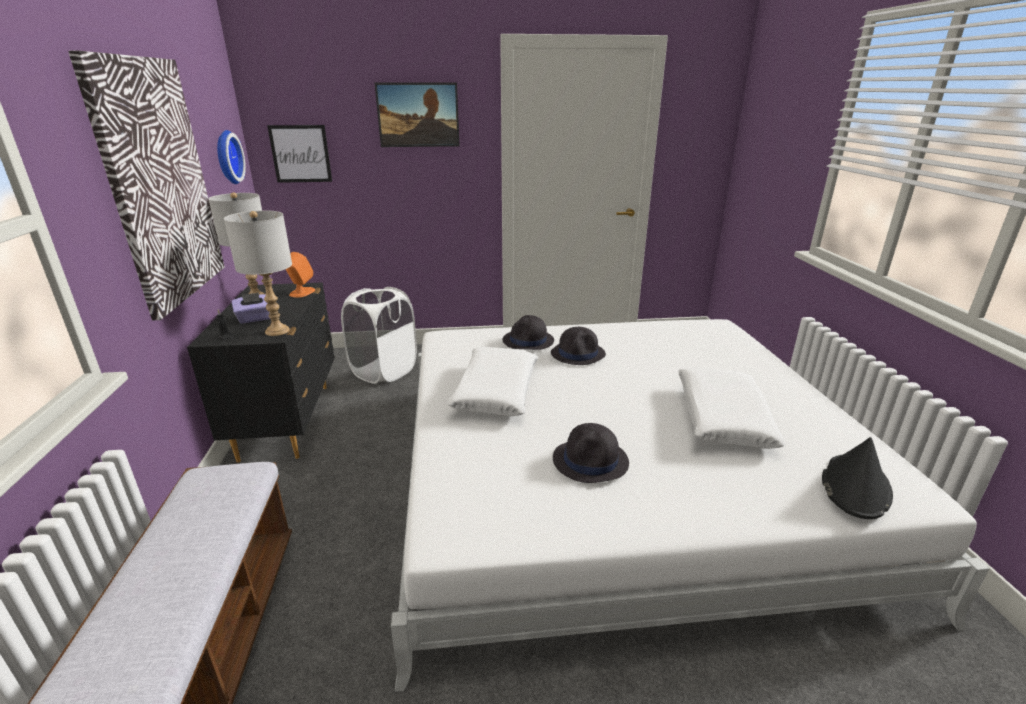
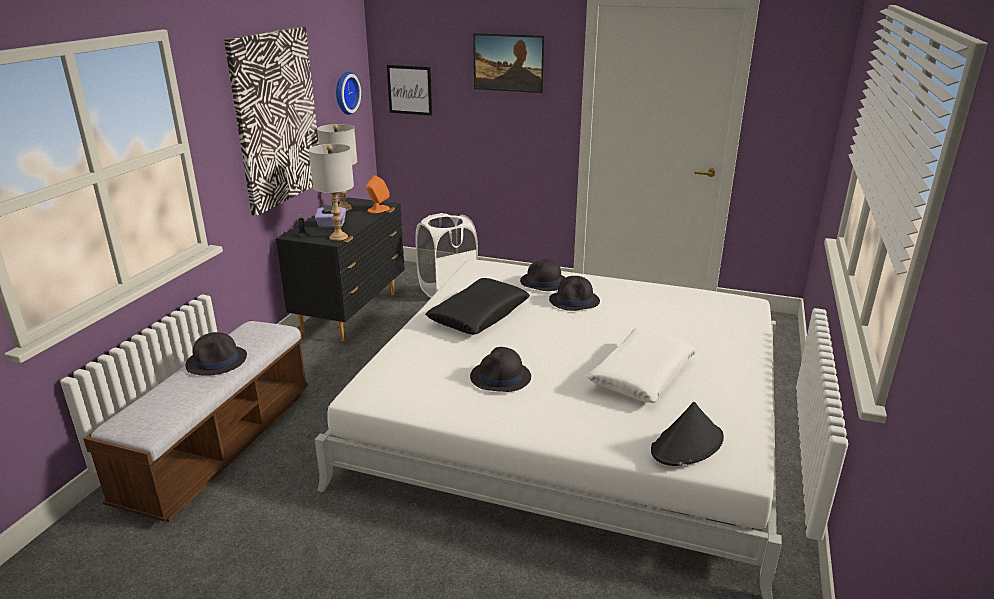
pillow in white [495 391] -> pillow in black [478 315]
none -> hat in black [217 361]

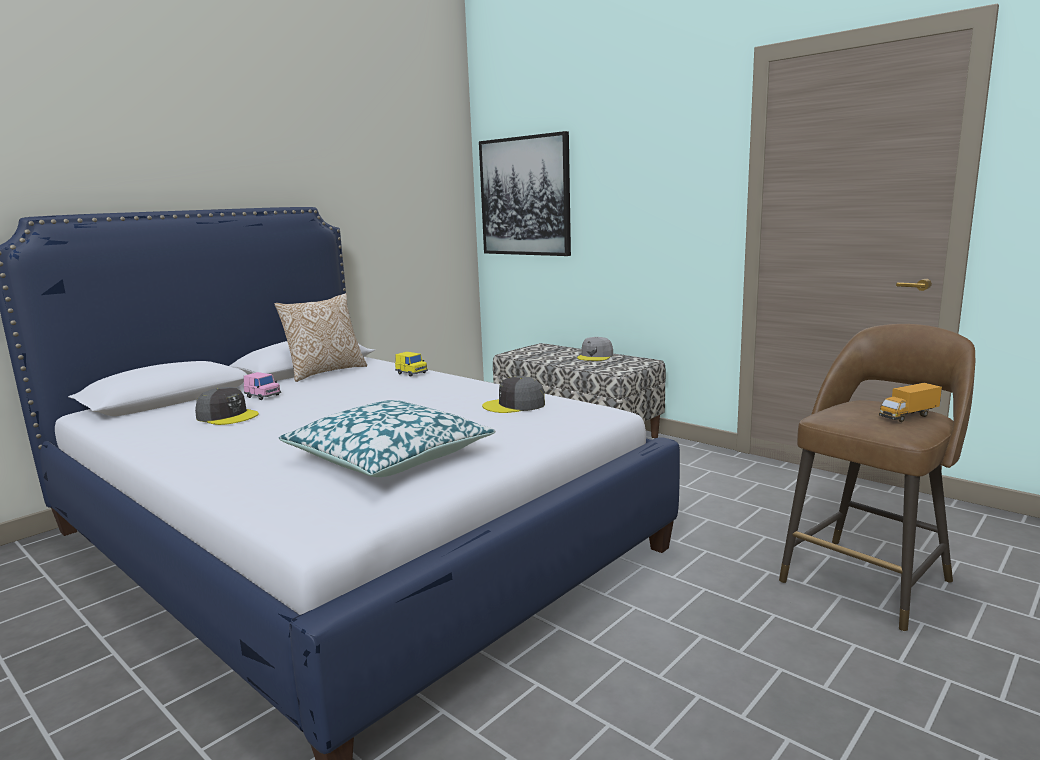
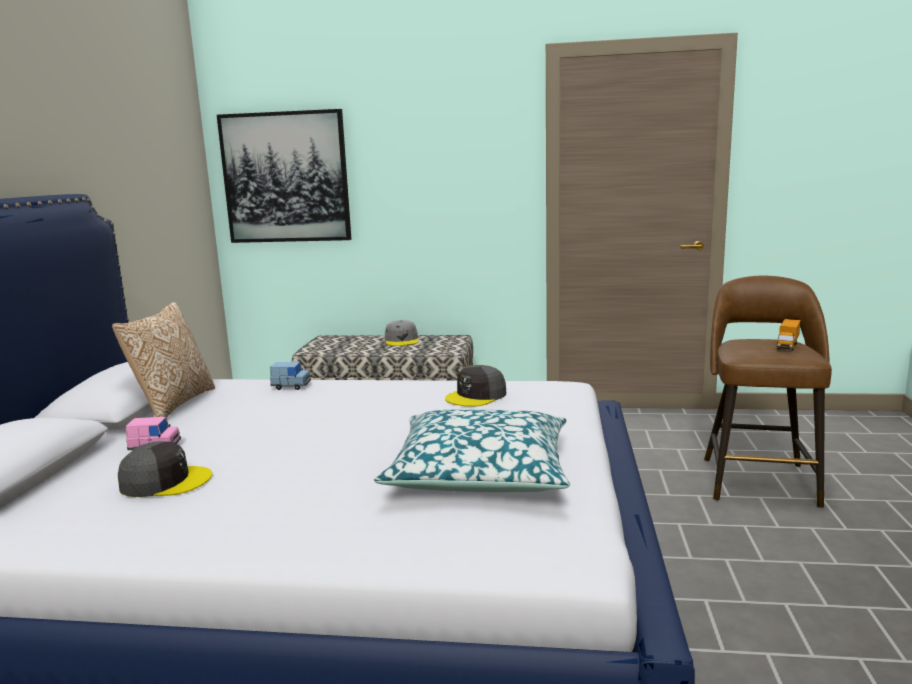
toy car in yellow [411 373] -> toy car in blue [291 386]

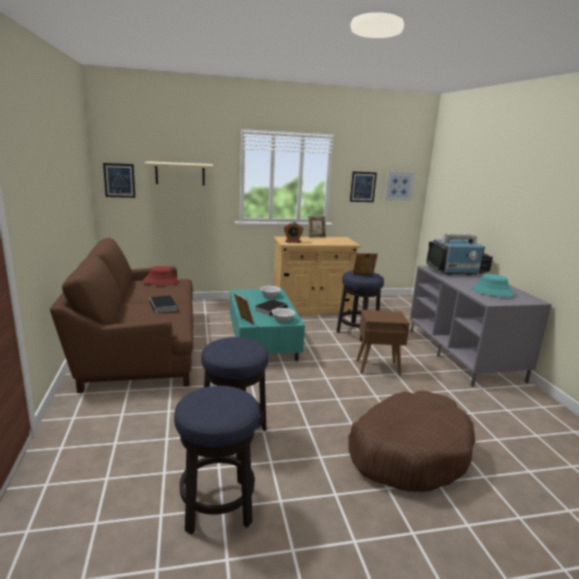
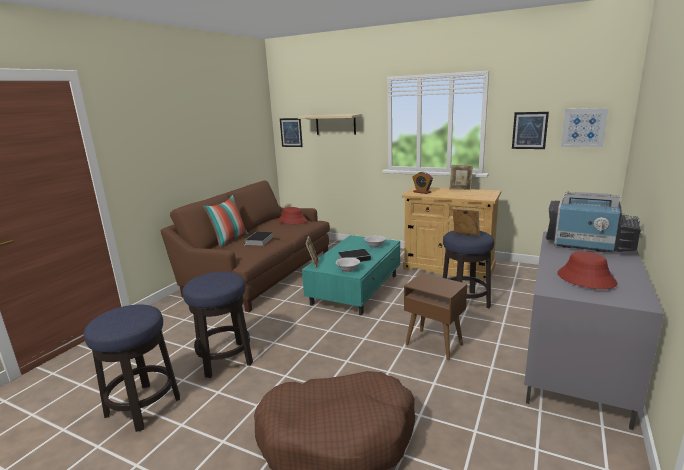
hat in turquoise [492 292] -> hat in red [585 279]
none -> pillow [229 240]

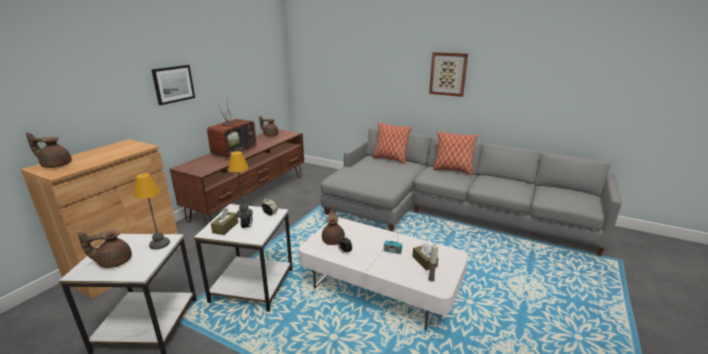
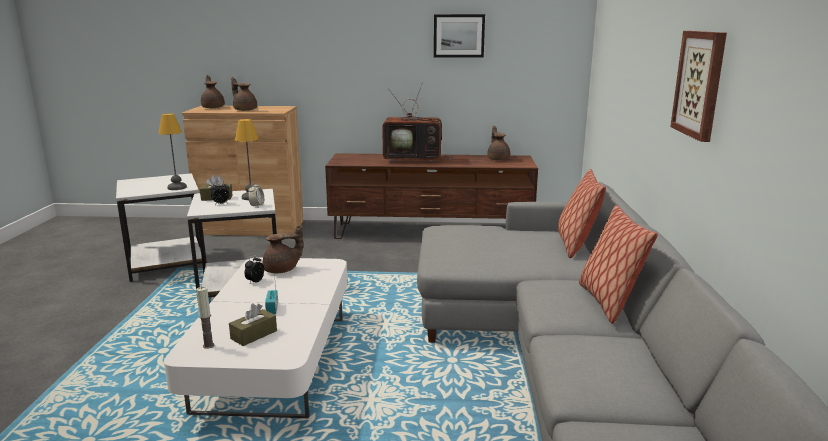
picture [173 84] -> picture [459 36], relocated
teapot in brown [113 262] -> teapot in brown [245 110], relocated

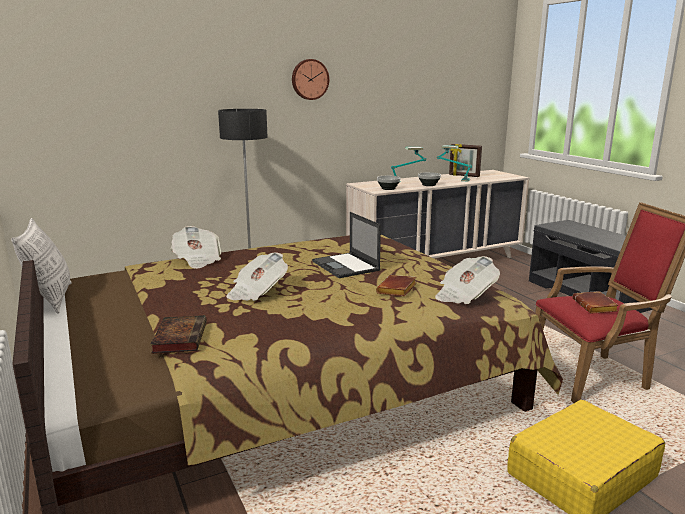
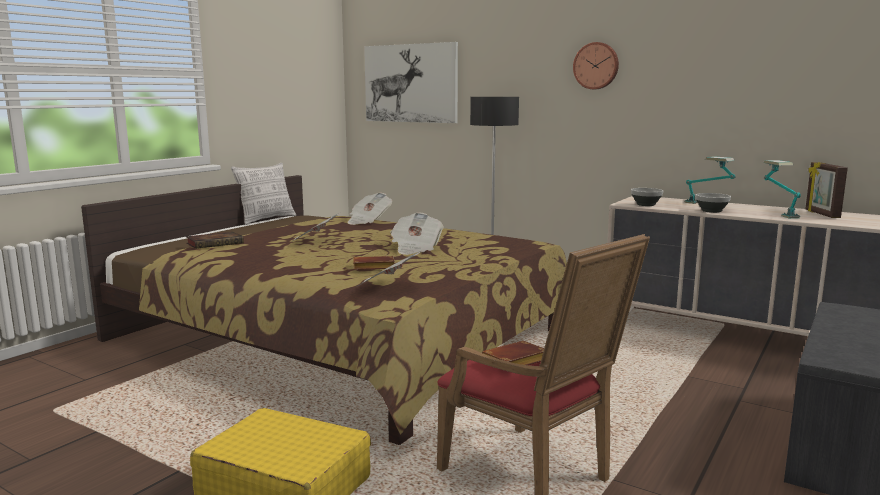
laptop [346 266] -> newspaper [415 248]
none -> picture [410 83]

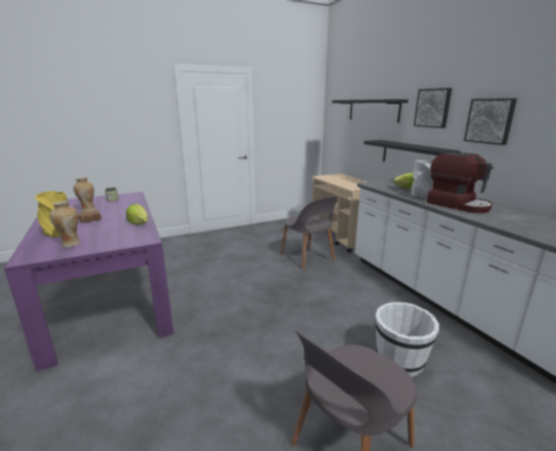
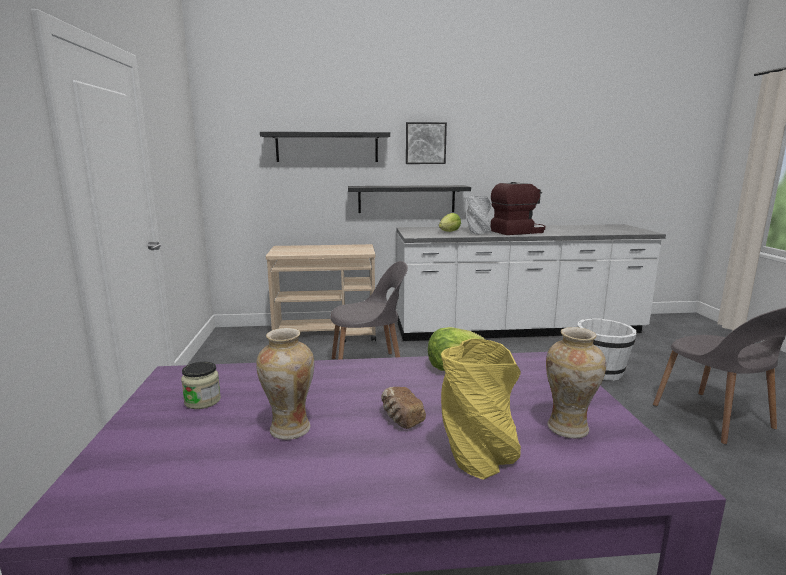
picture [490 121] -> none

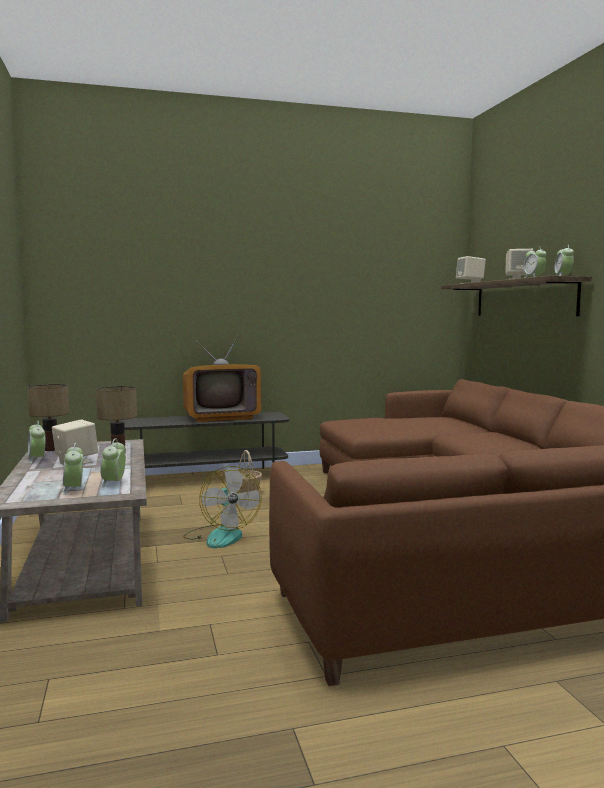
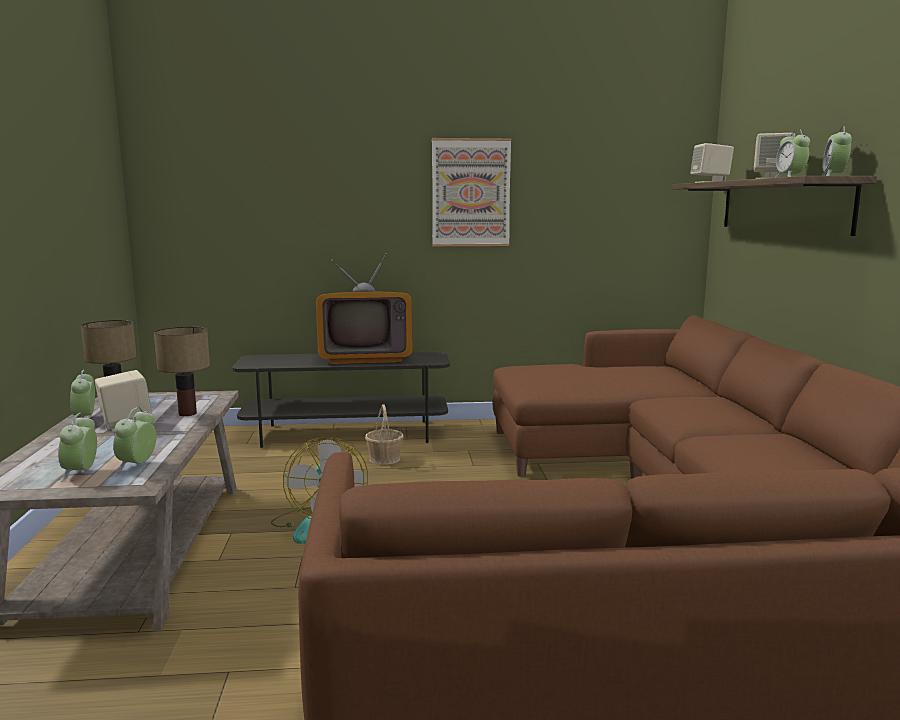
none -> picture [471 193]

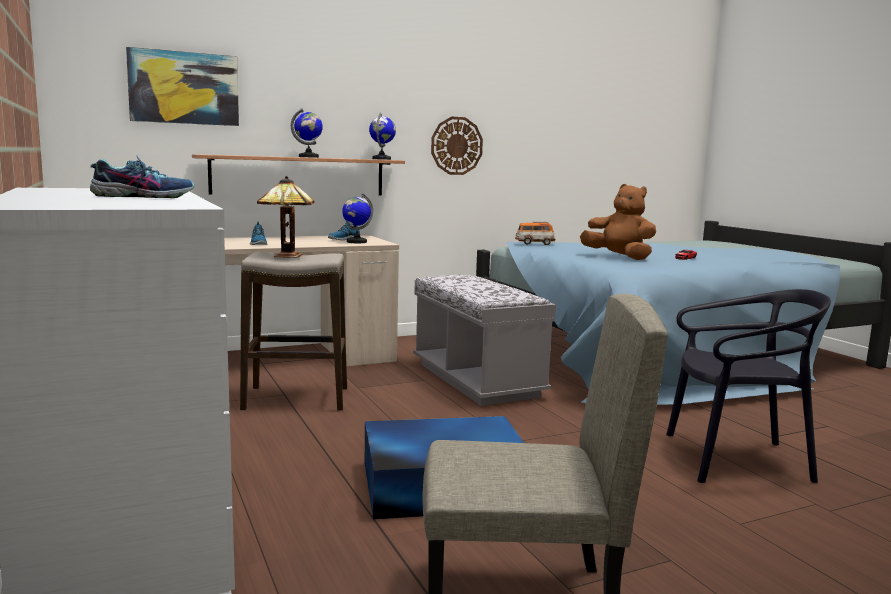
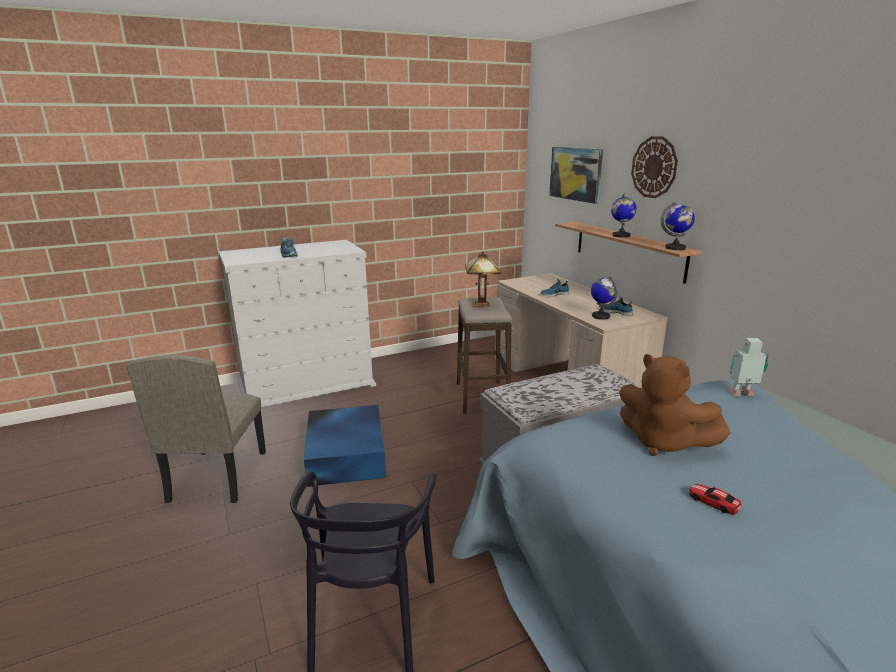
wall clock [456 146] -> wall clock [654 167], relocated
plush toy in brown [619 257] -> plush toy in brown [662 442], 90 degrees clockwise
toy car [534 243] -> toy robot [742 394]

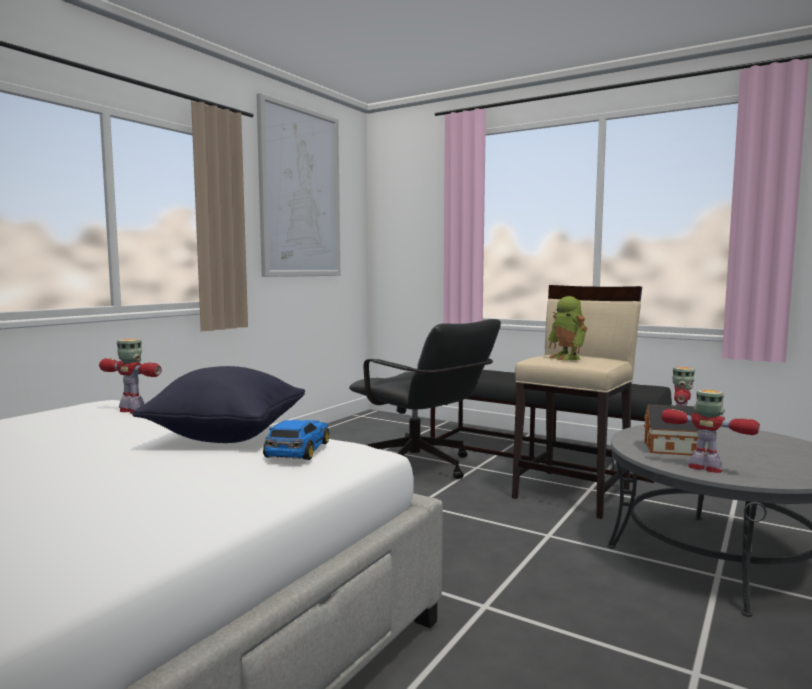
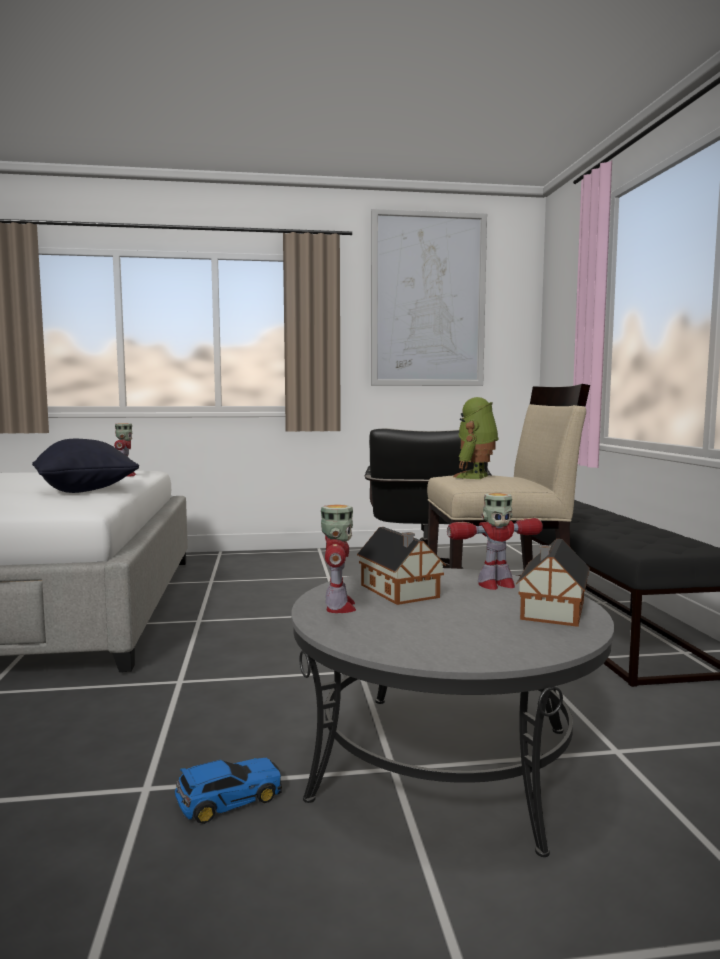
toy car [297 450] -> toy car [227 799], relocated
none -> toy house [551 611]

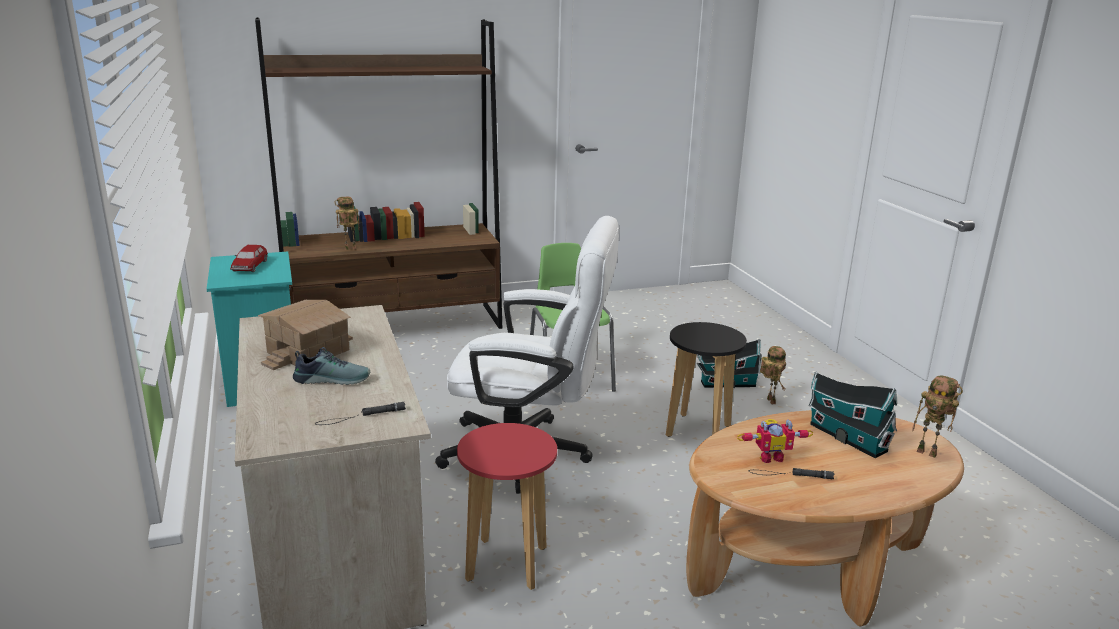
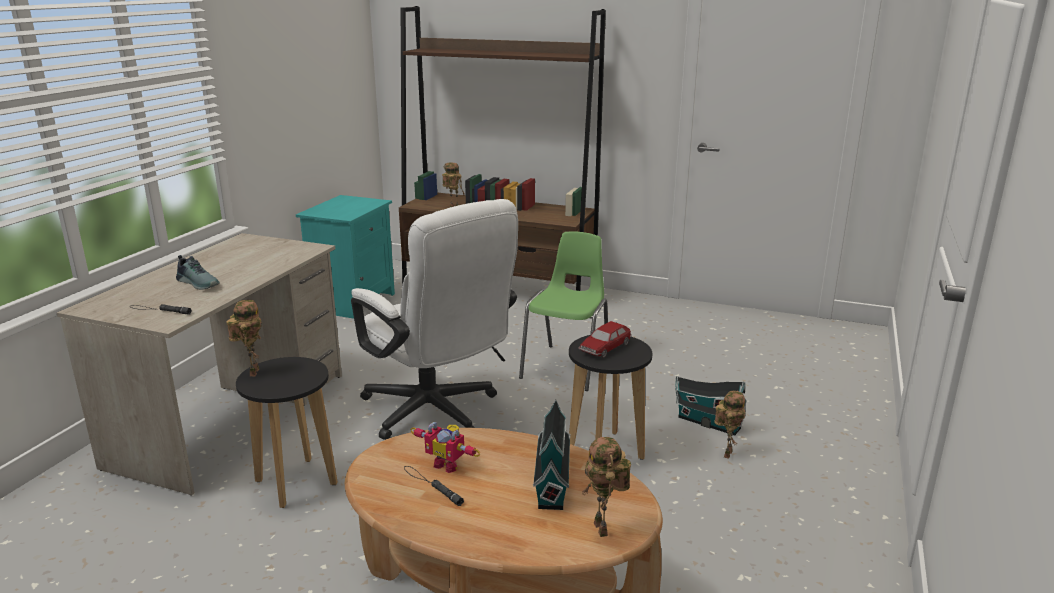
toy car [249 266] -> toy car [604 348], relocated
toy house [309 352] -> none
stool in red [506 564] -> stool in black [296 482]
none -> toy robot [252 372]

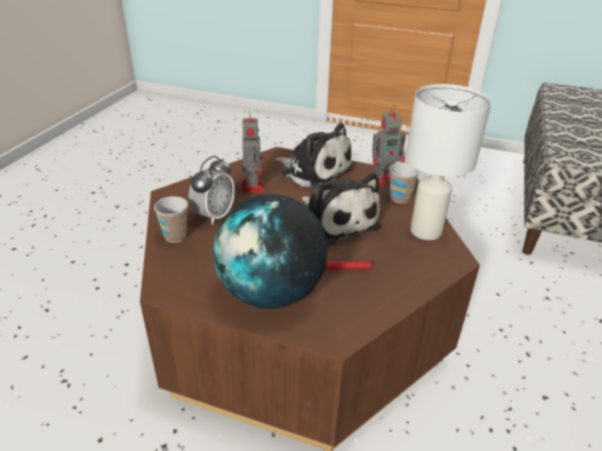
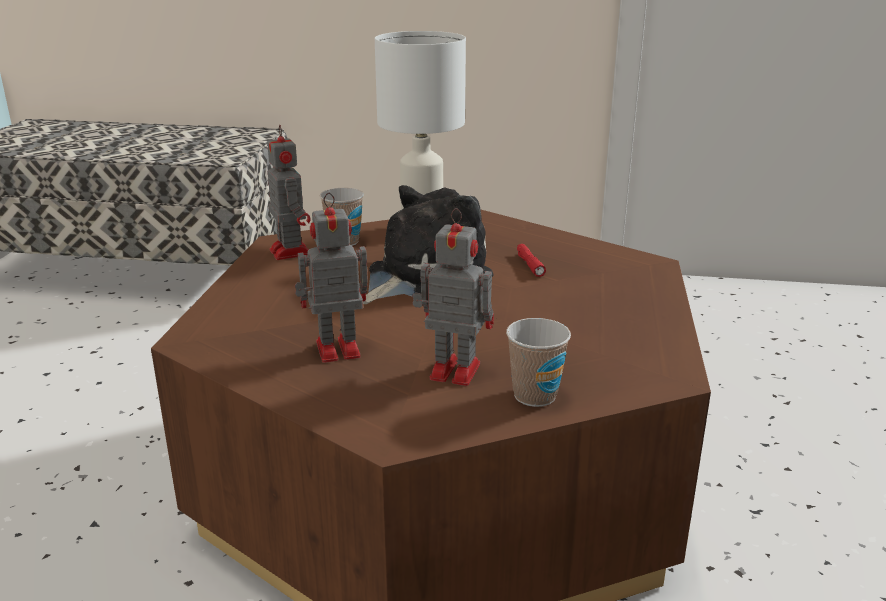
plush toy [314 170] -> none
alarm clock [214 216] -> toy robot [452 370]
globe [272 293] -> none

